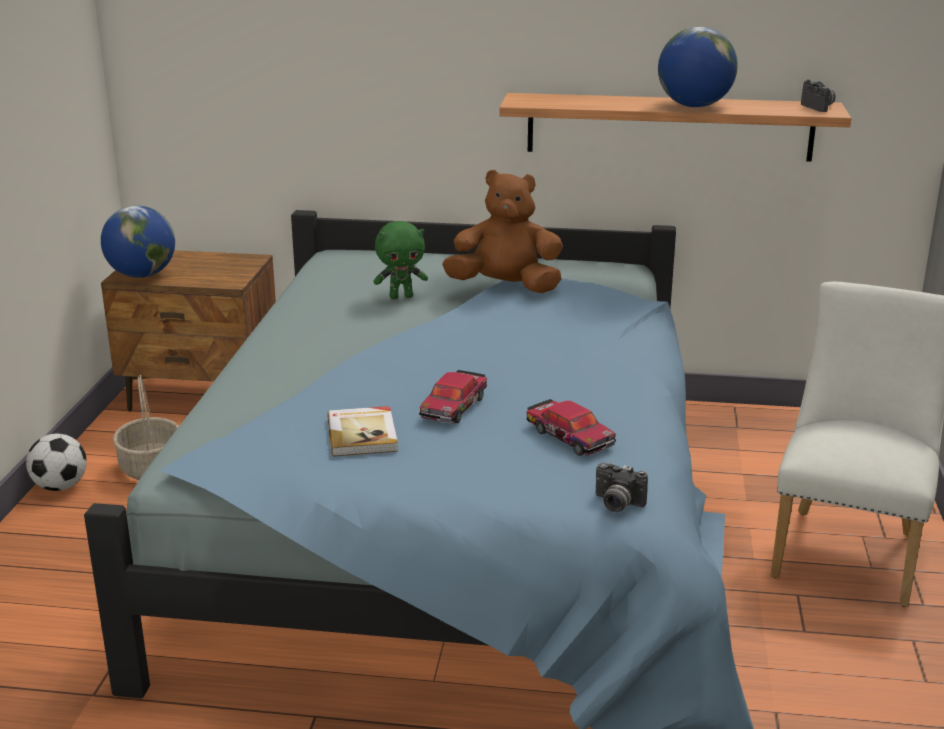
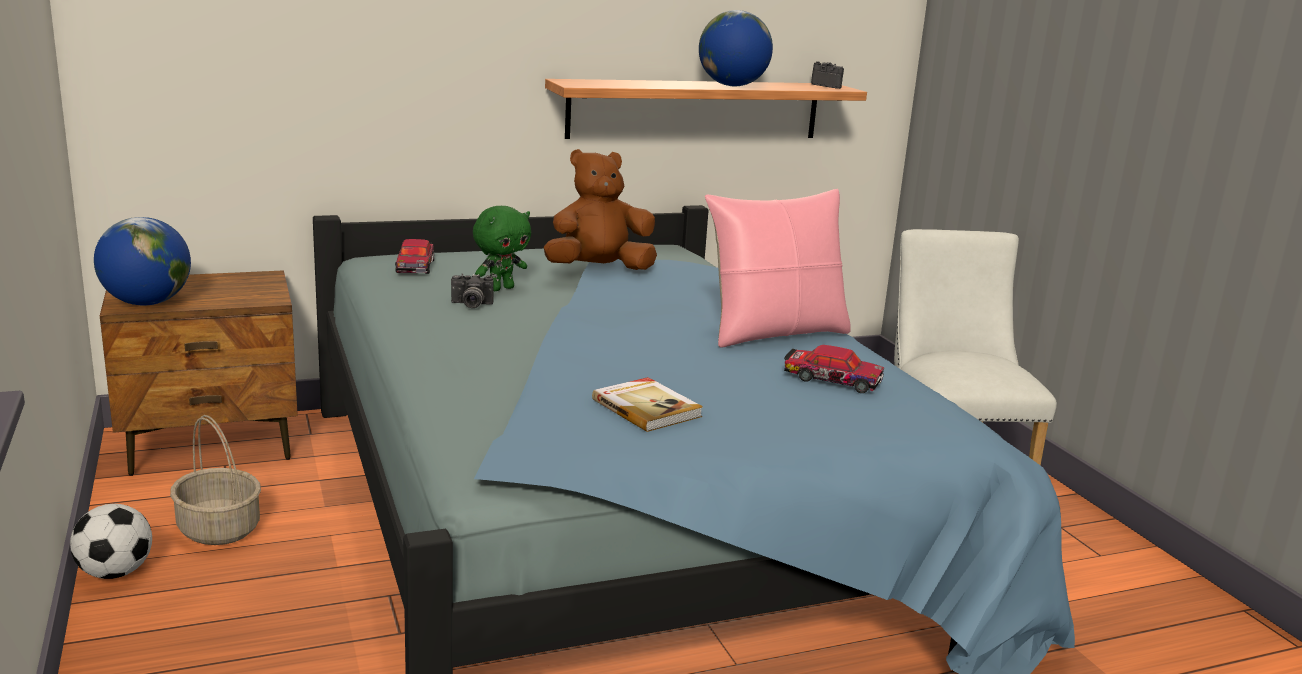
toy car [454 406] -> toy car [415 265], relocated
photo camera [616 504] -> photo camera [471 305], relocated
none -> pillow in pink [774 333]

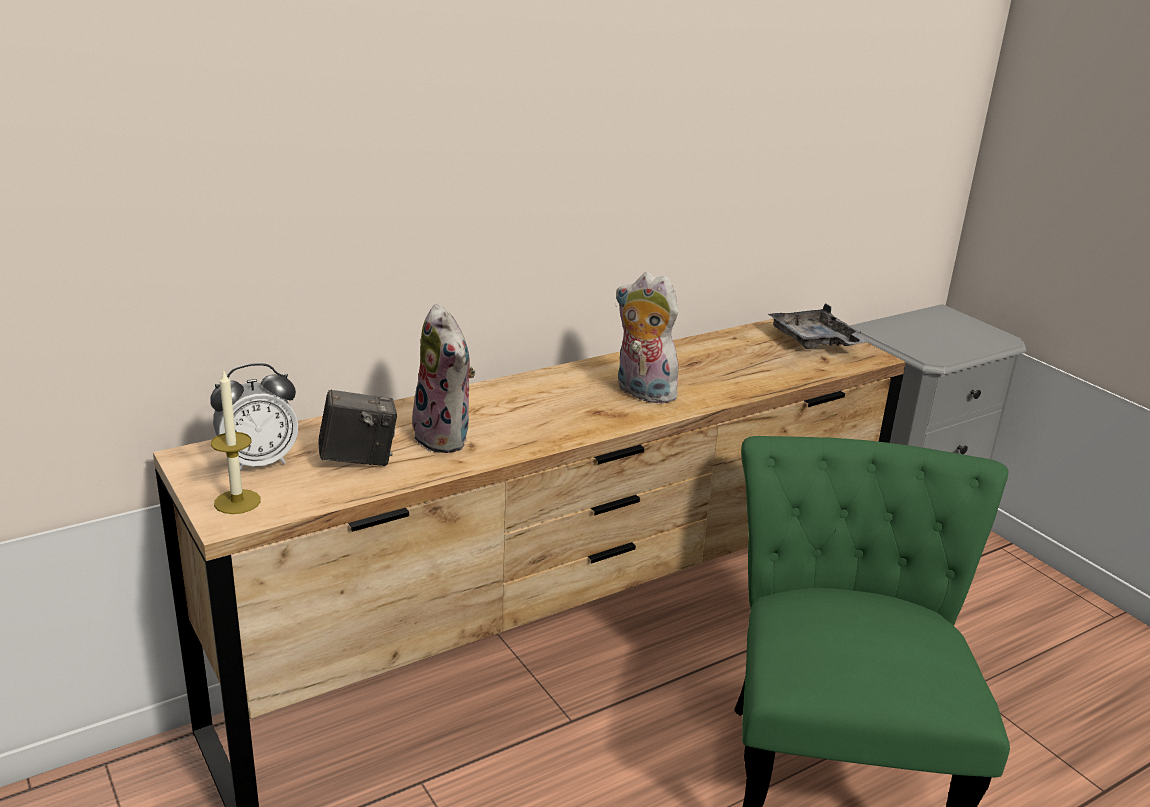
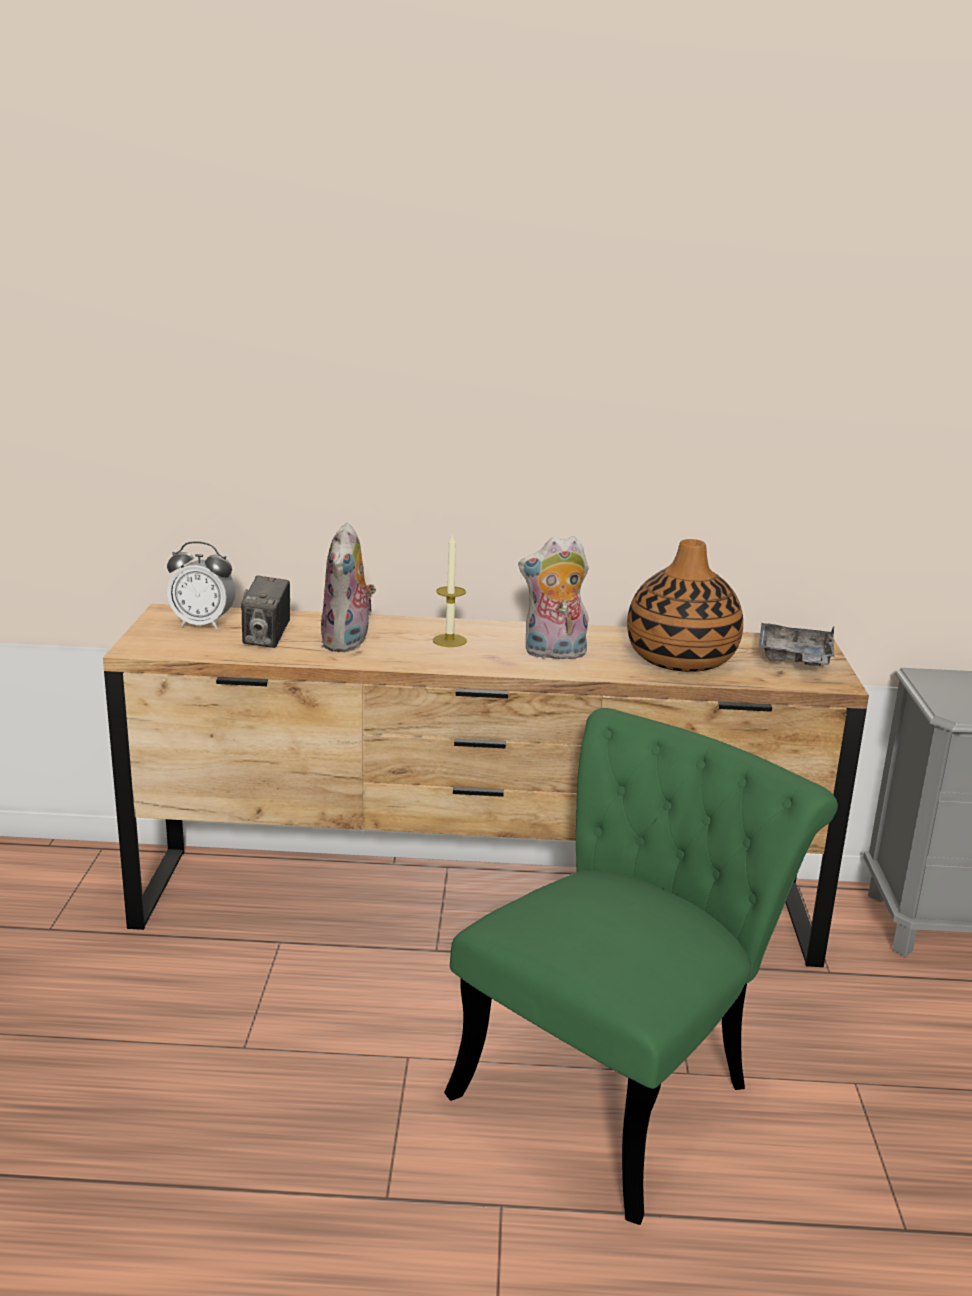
plush toy [641 392] -> plush toy [553 654], 75 degrees counterclockwise
candle [237 502] -> candle [449 640], relocated
photo camera [358 459] -> photo camera [267 639], 75 degrees clockwise
none -> vase [681 659]

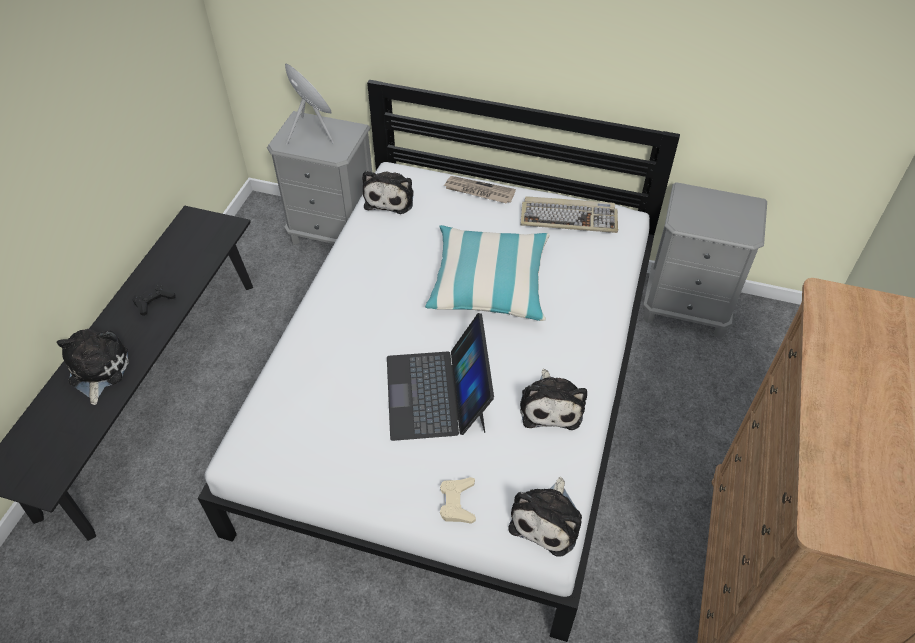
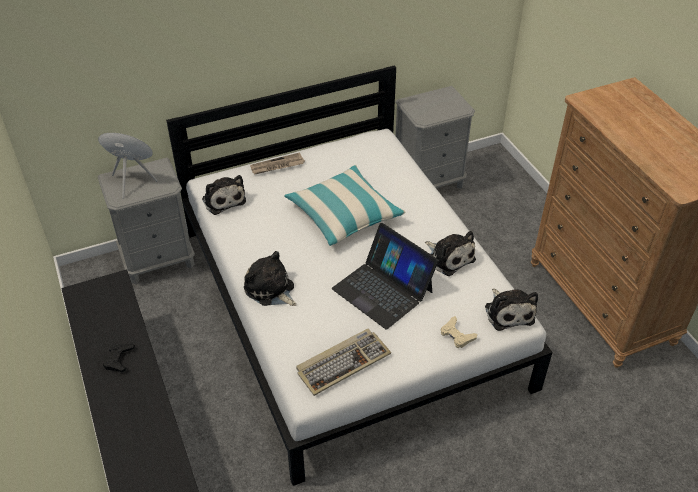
keyboard [569 217] -> keyboard [343 362], relocated
plush toy [97 371] -> plush toy [271 290], relocated

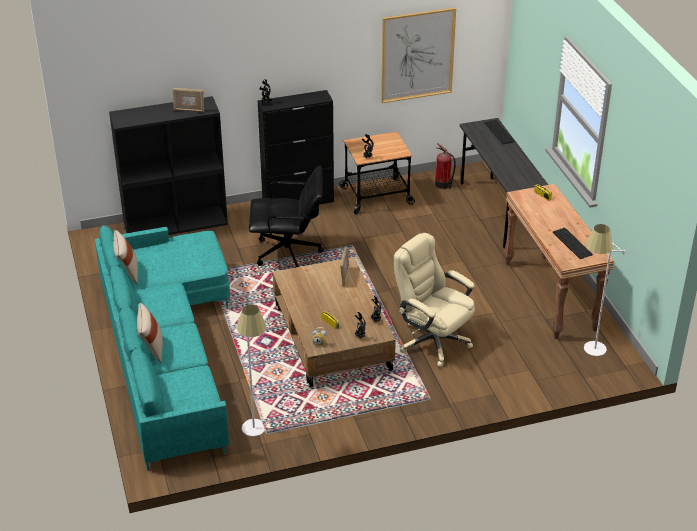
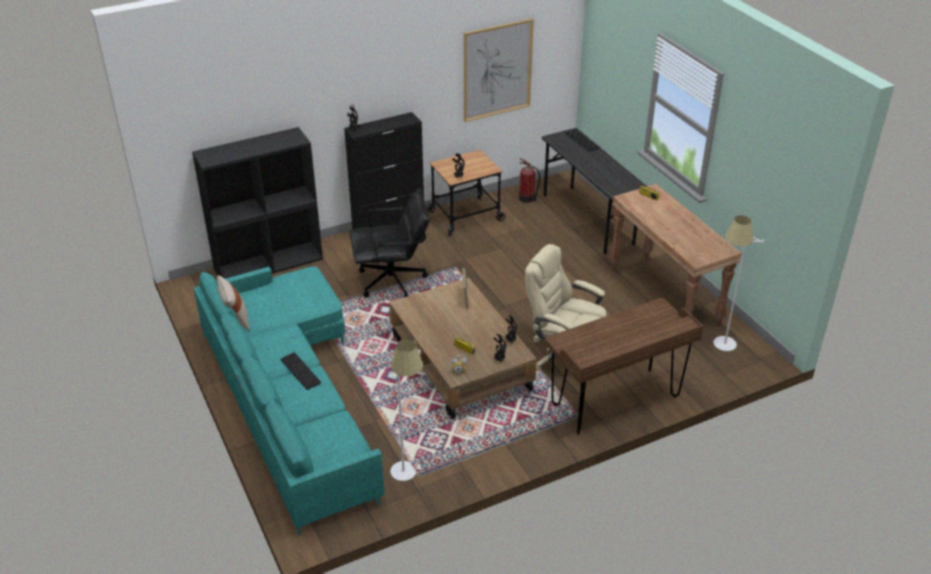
picture frame [189 110] -> none
keyboard [573 243] -> keyboard [301 371], relocated
pillow in beige [151 348] -> none
none -> desk in brown [615 401]

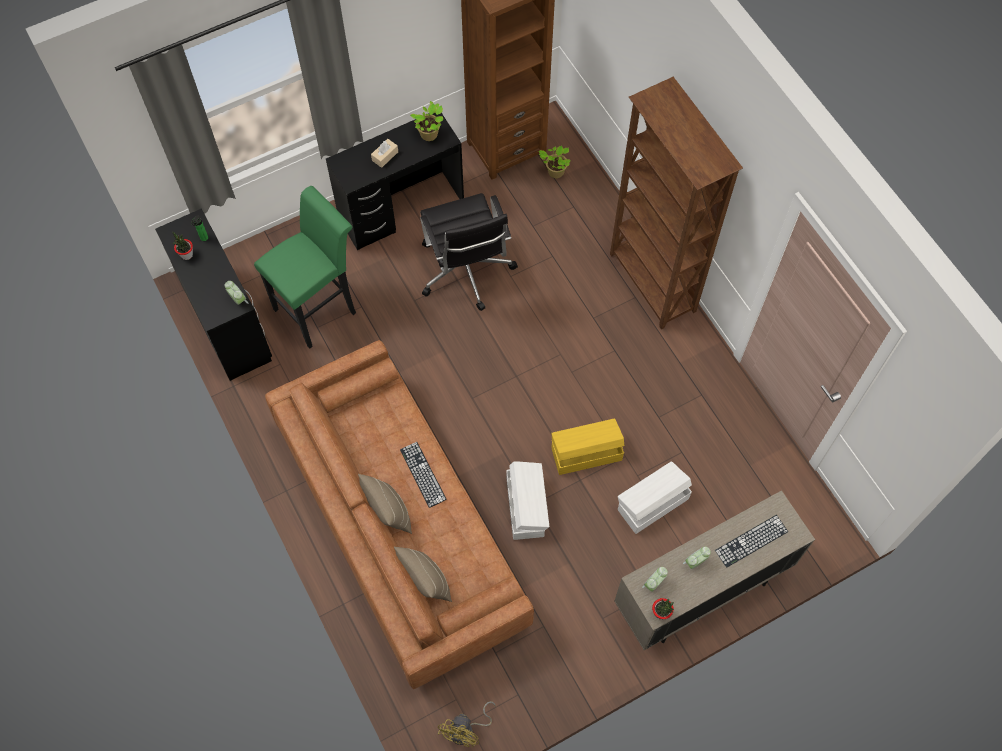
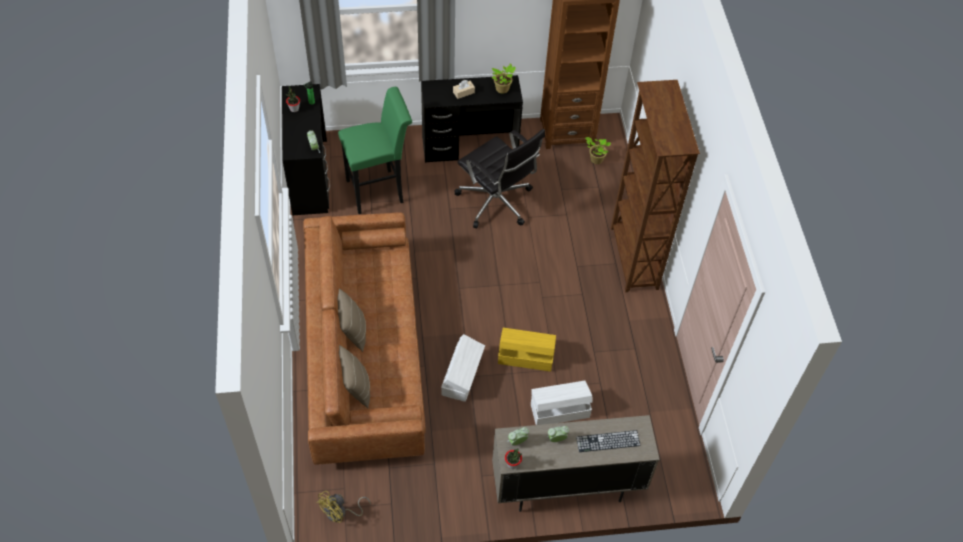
office chair in black [466 272] -> office chair in black [496 203], 45 degrees counterclockwise
keyboard [423 474] -> none

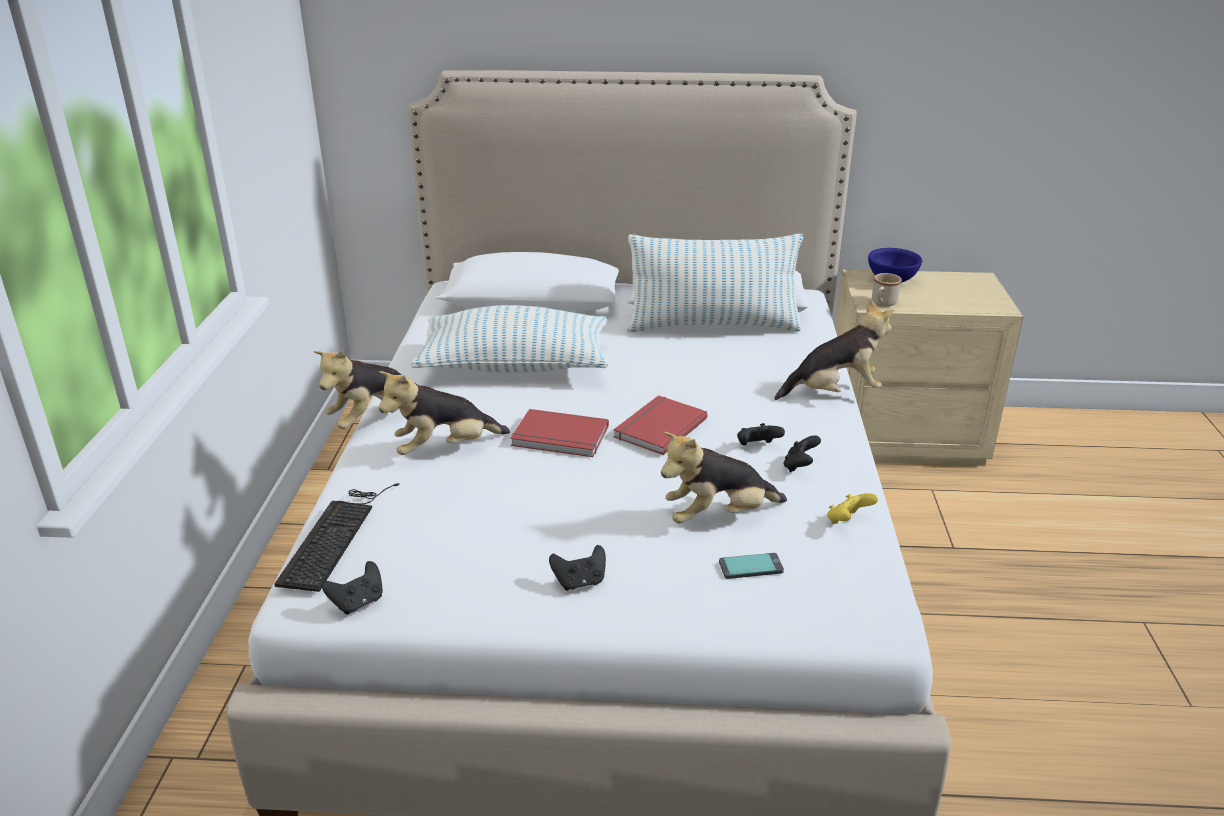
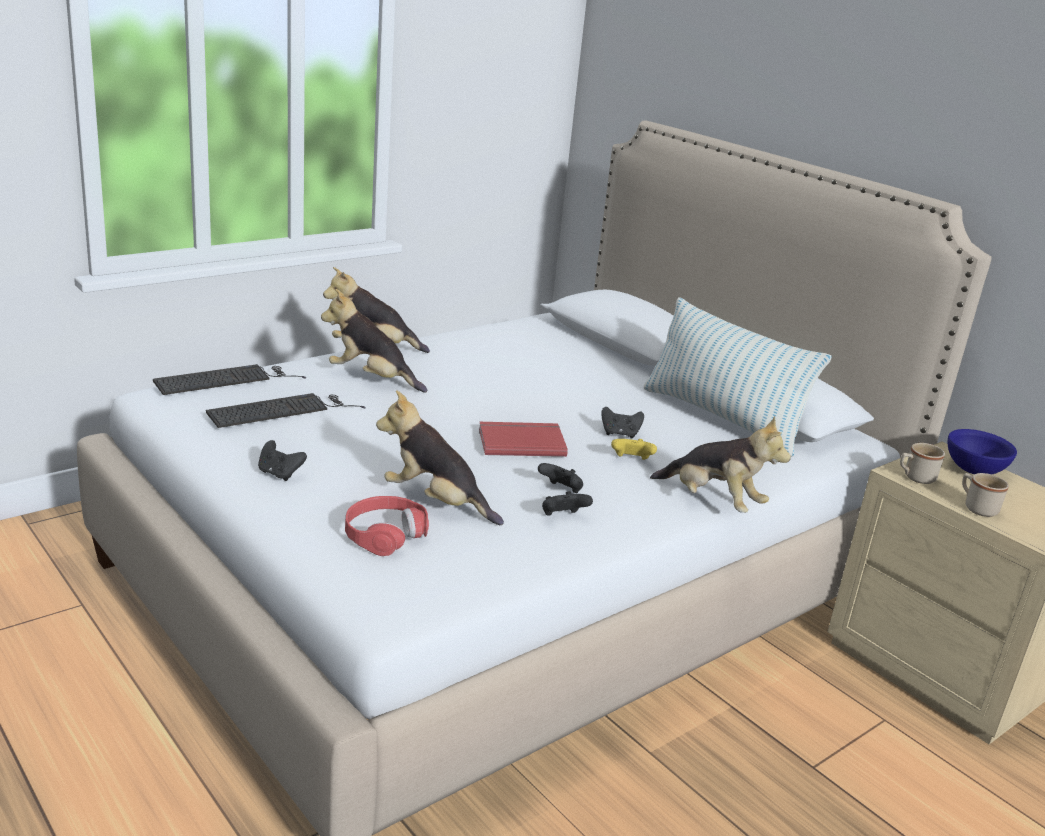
pillow [515 366] -> none
book in red [560 438] -> none
game controller in yellow [847 521] -> game controller in yellow [631 461], relocated
phone [750 567] -> headphones in red [384 534]
game controller in black [358 603] -> game controller in black [620 434], relocated
none -> keyboard [282 410]
none -> mug in beige [976 507]

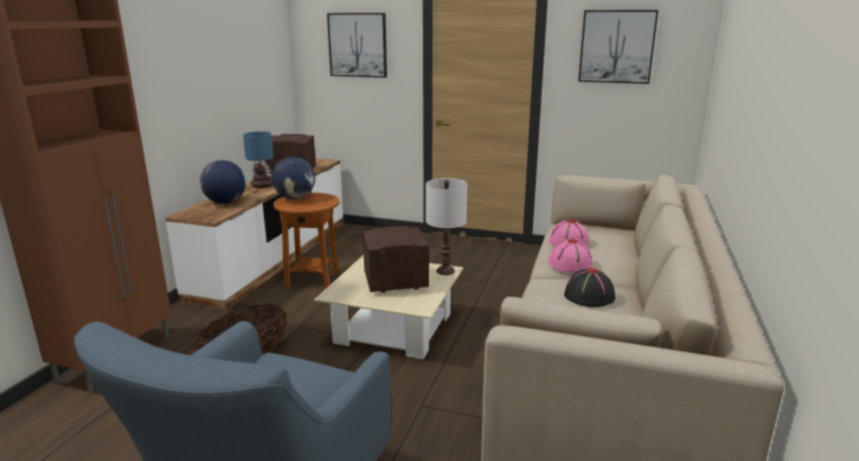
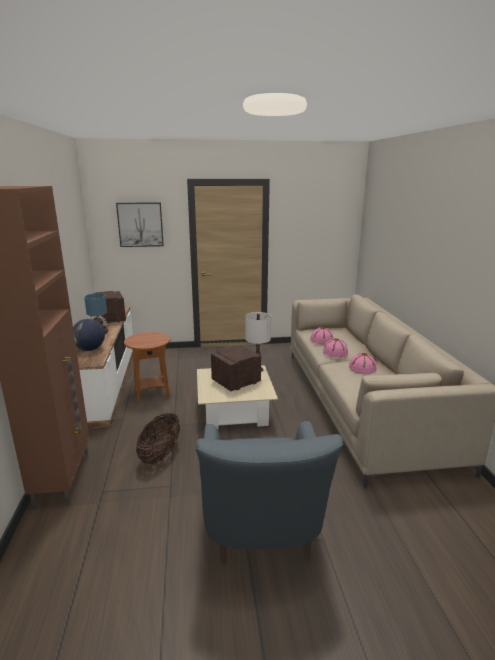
picture [616 46] -> none
globe [295 198] -> none
hat in black [588 296] -> hat in pink [362 368]

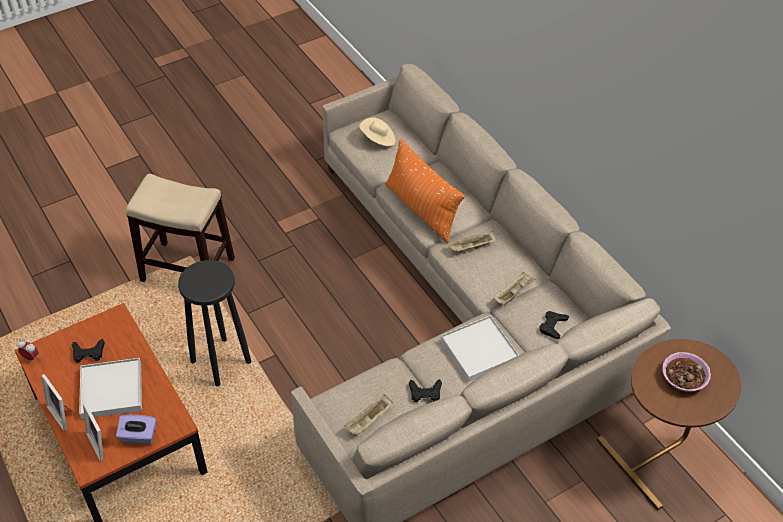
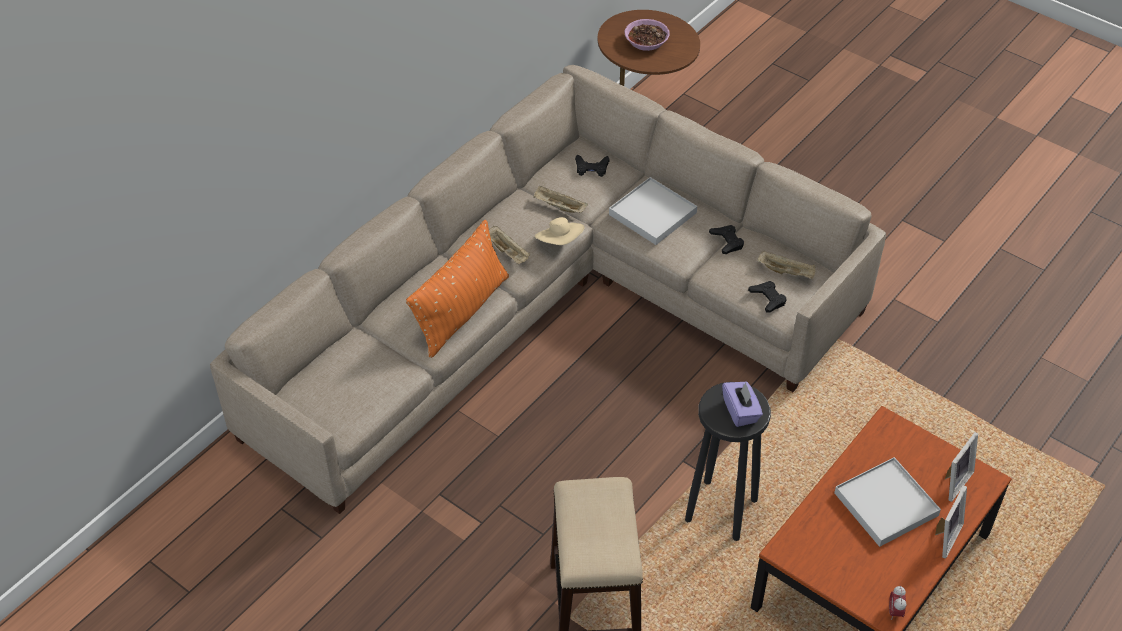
hat in beige [378 139] -> hat in beige [560 242], relocated
game controller in black [88 353] -> game controller in black [768 299], relocated
tissue box in purple [138 436] -> tissue box in purple [740 411], relocated

